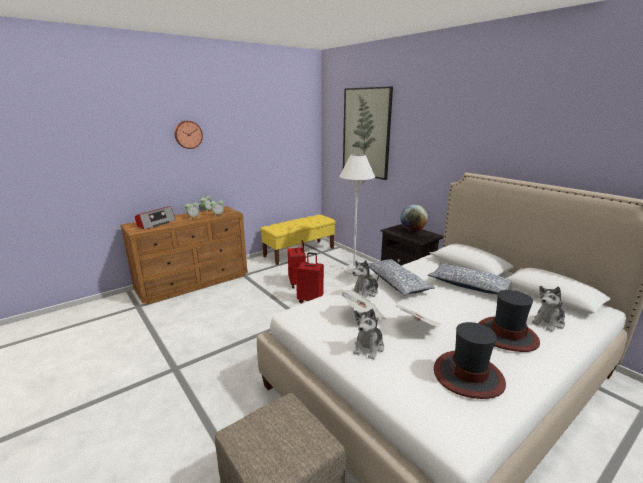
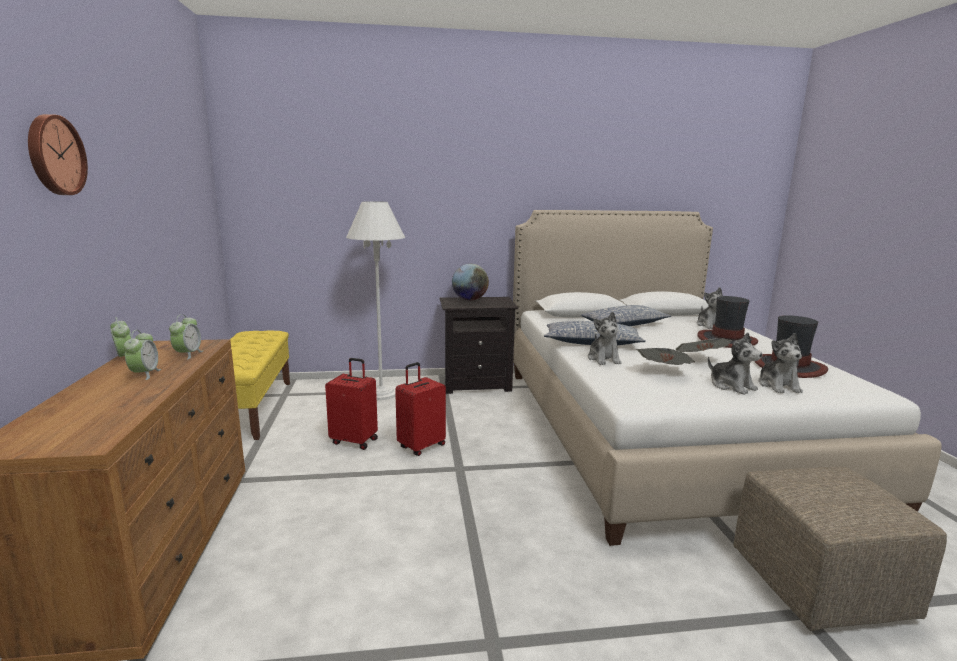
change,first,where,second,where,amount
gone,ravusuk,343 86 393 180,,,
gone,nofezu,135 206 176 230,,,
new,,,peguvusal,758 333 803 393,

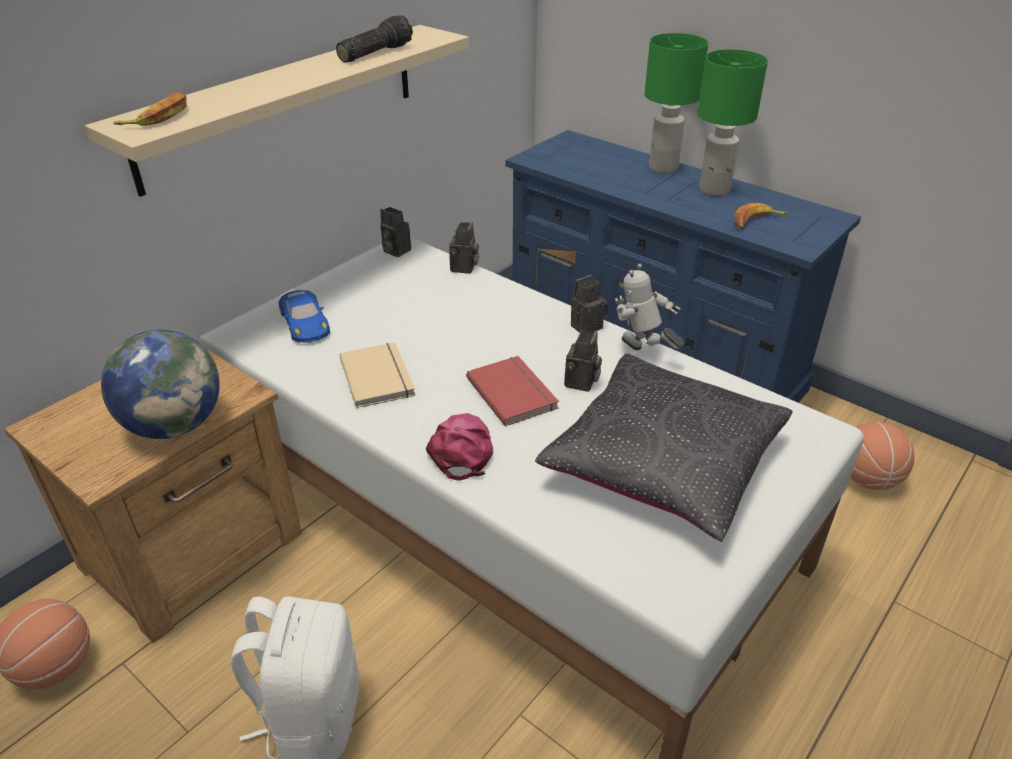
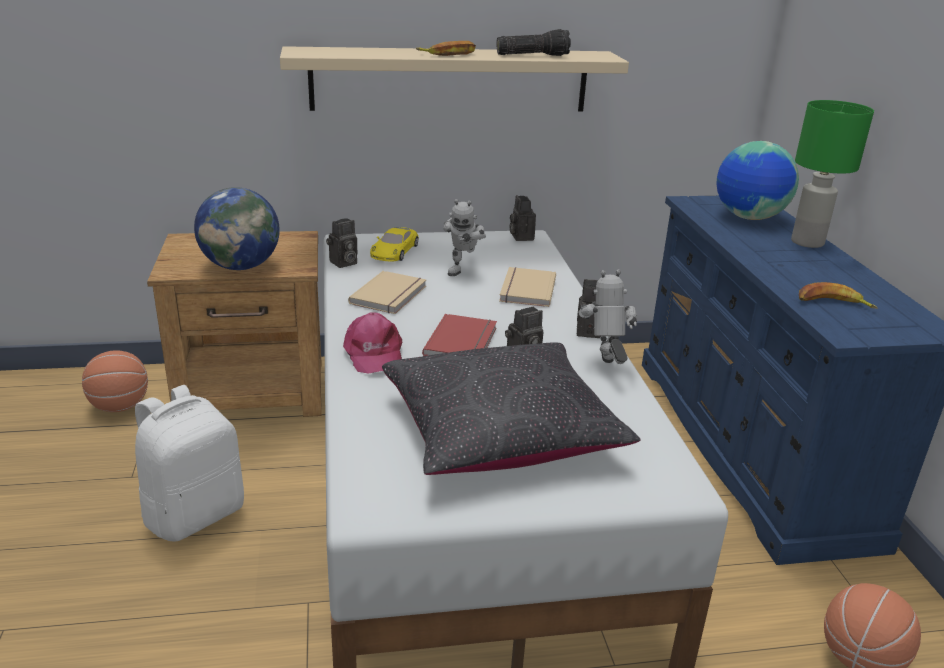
change,first,where,second,where,amount
gone,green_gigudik,697 49 768 196,,,
shifted,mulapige,113 92 187 126,,416 41 476 56,
shifted,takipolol,449 222 479 274,,326 218 357 268,
repainted,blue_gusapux,278 290 330 343,yellow_gusapux,370 227 419 261,
rotated,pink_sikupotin,426 413 493 481,,343 312 402 374,120 degrees clockwise
new,,,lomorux,716 141 799 220,
new,,,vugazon,444 199 486 276,
new,,,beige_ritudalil,499 267 556 307,

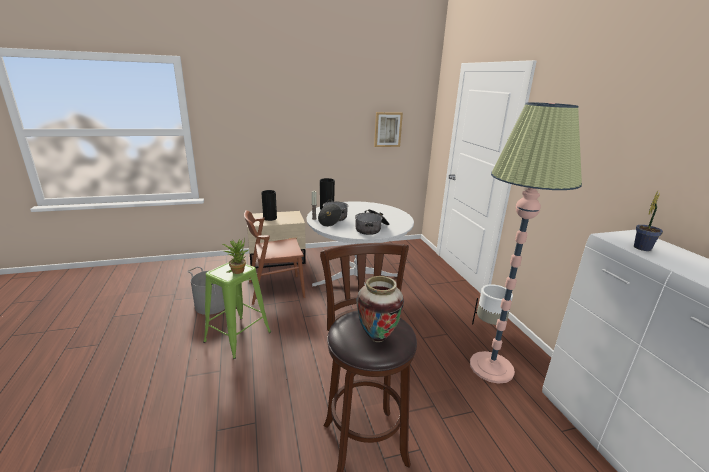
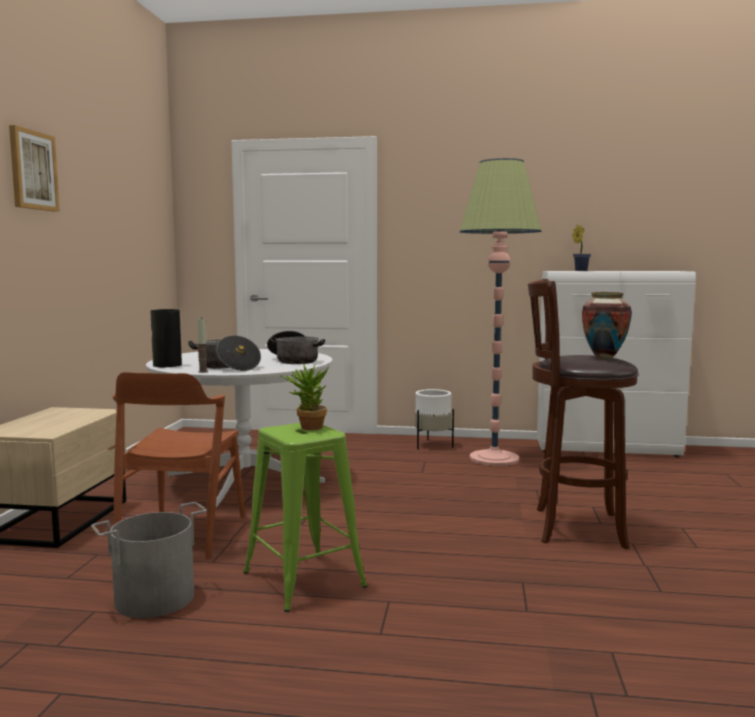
change,first,where,second,where,amount
shifted,ravusuk,374 112 403 147,,9 125 60 212,
gone,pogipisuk,261 190 277 221,,,

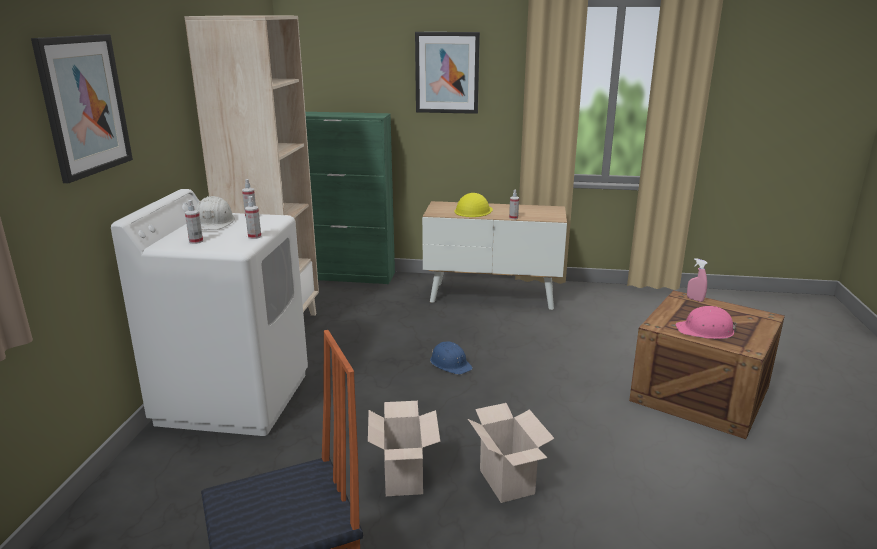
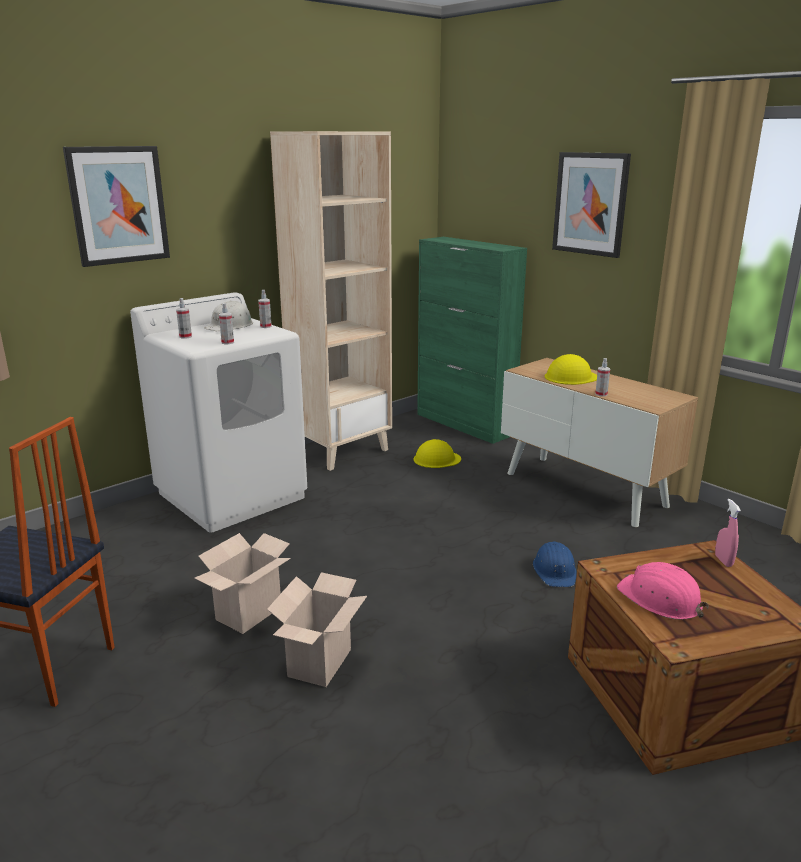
change,first,where,second,where,amount
shifted,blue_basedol,430 341 473 375,,533 541 577 587,
new,,,yellow_basedol,414 439 461 468,

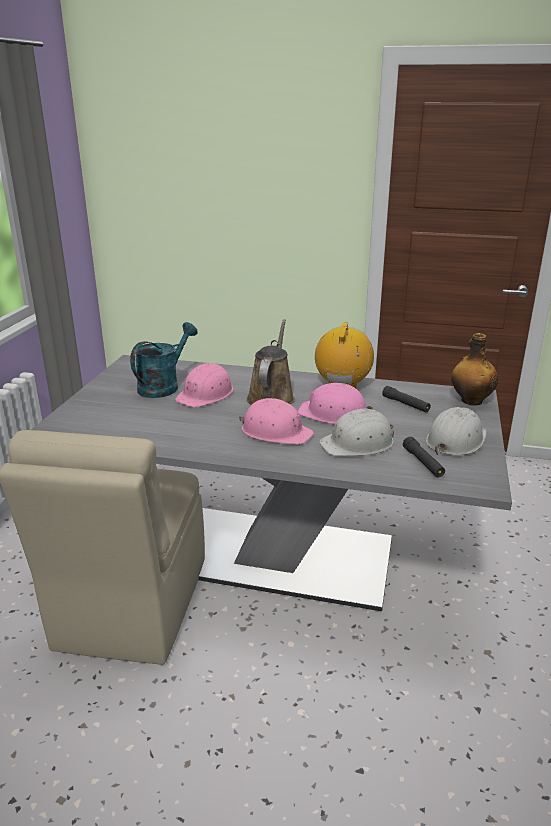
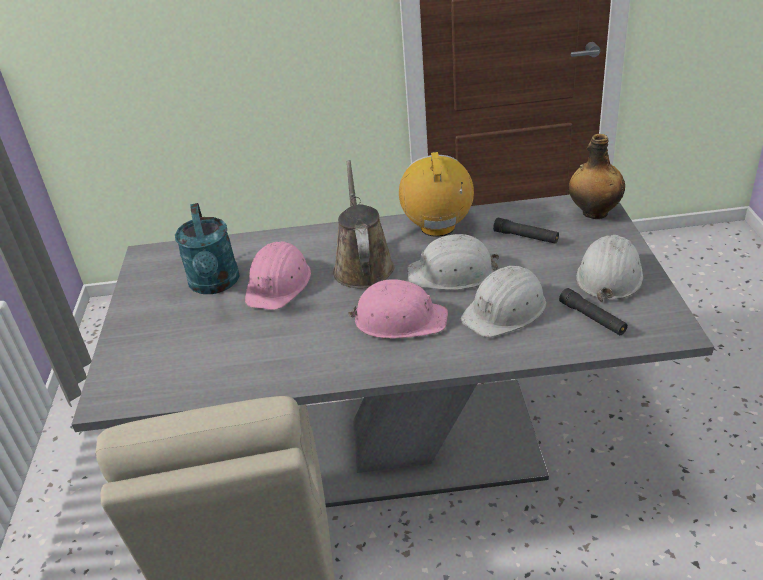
change,first,where,second,where,amount
rotated,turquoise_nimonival,130 322 198 398,,175 203 240 294,150 degrees clockwise
repainted,pink_basedol,298 383 373 424,white_basedol,407 234 499 290,

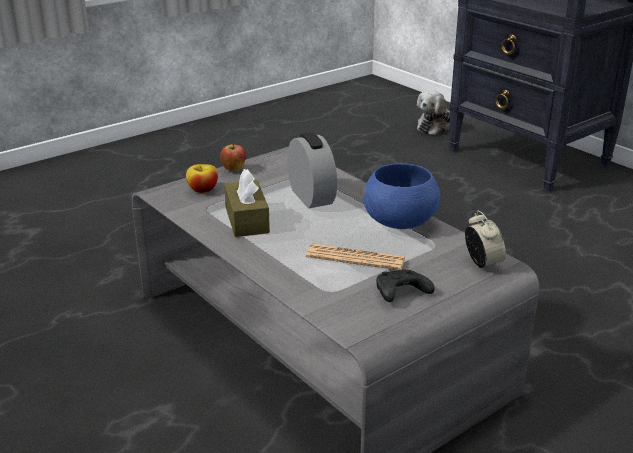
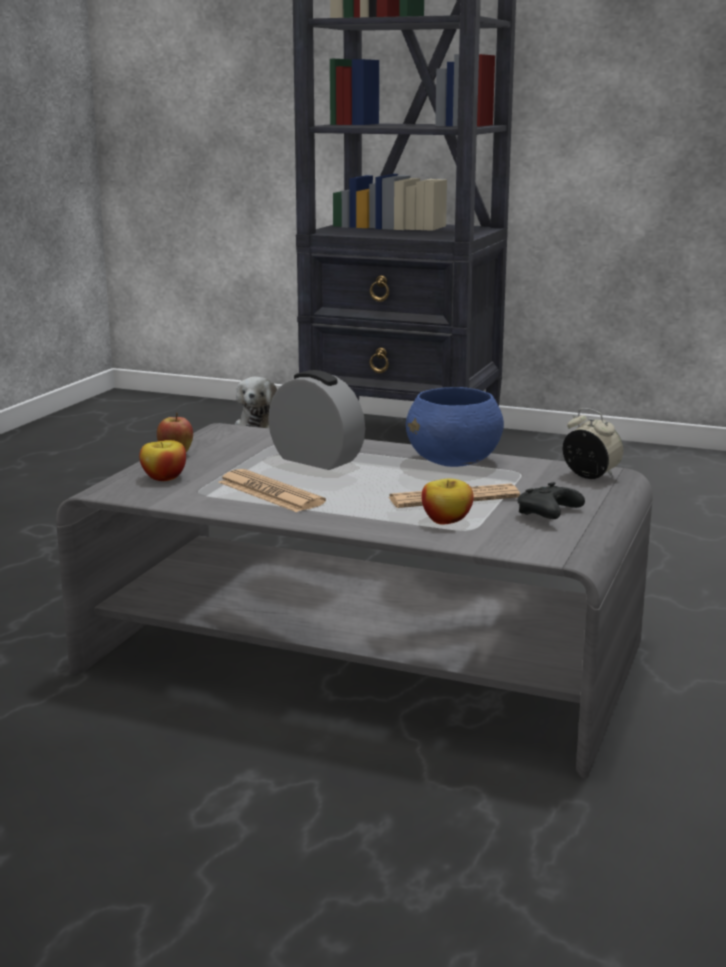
change,first,where,second,where,amount
swapped,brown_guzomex,224 169 270 237,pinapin,218 469 326 512,
new,,,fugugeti,422 479 474 524,

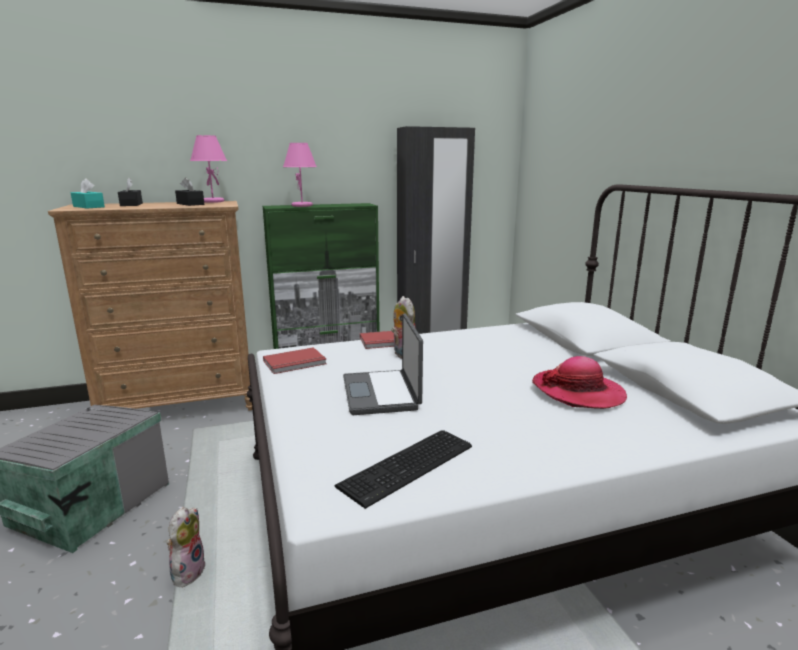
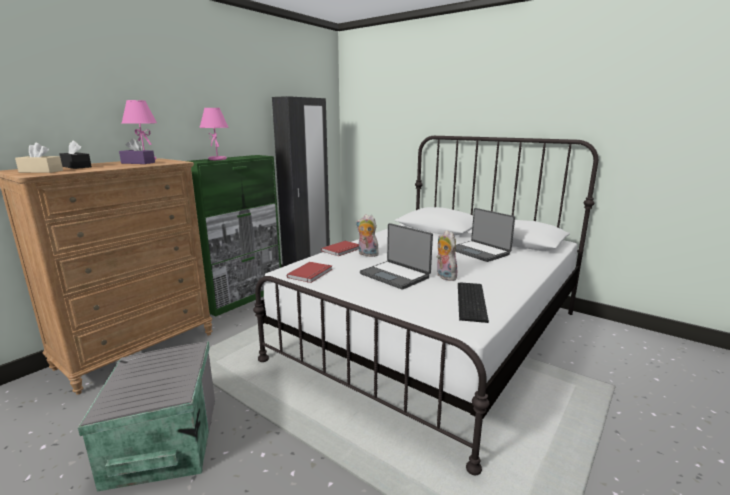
change,first,where,second,where,amount
repainted,black_guzomex,175 177 204 206,purple_guzomex,119 139 155 164,
repainted,turquoise_guzomex,71 178 105 208,beige_guzomex,15 142 63 173,
swapped,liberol,532 356 627 409,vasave,455 208 515 262,
shifted,peguvusal,167 507 205 587,,437 230 457 281,

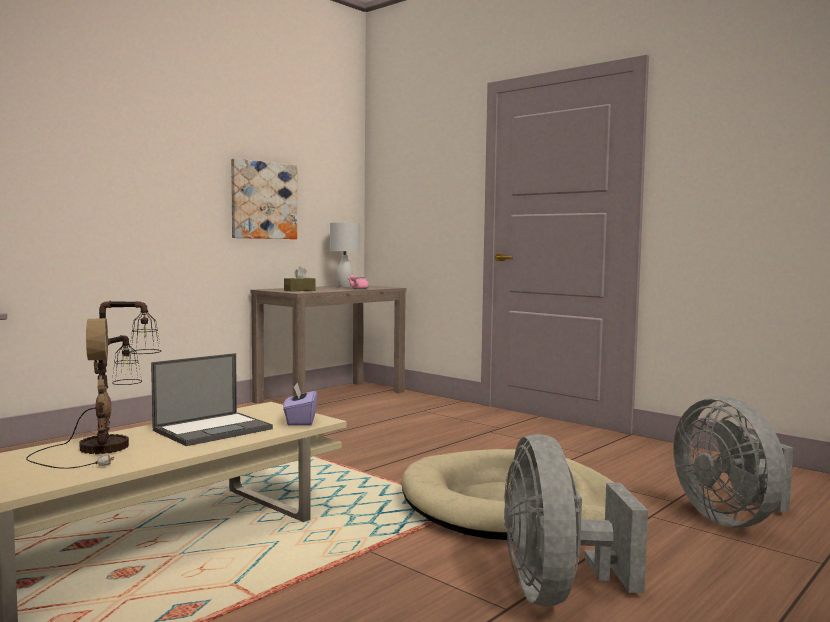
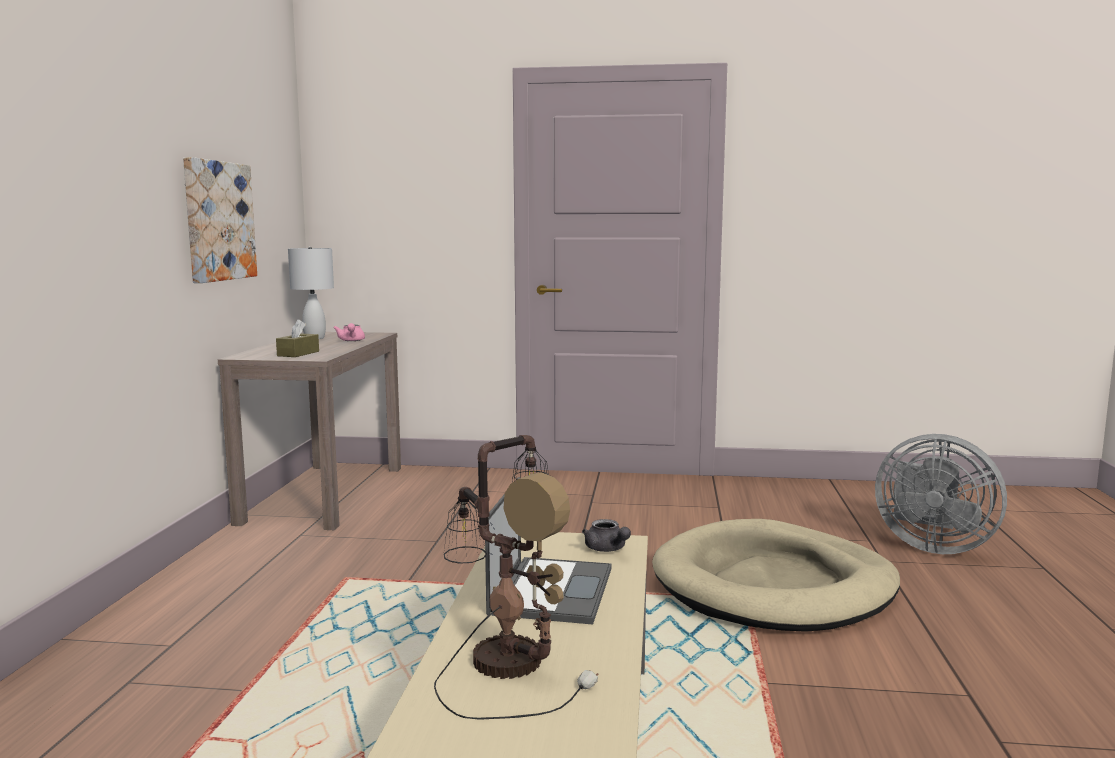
change,first,where,second,where,amount
swapped,purple_guzomex,283 383 317 426,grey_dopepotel,582 519 631 552,
gone,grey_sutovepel,504 434 648 606,,,

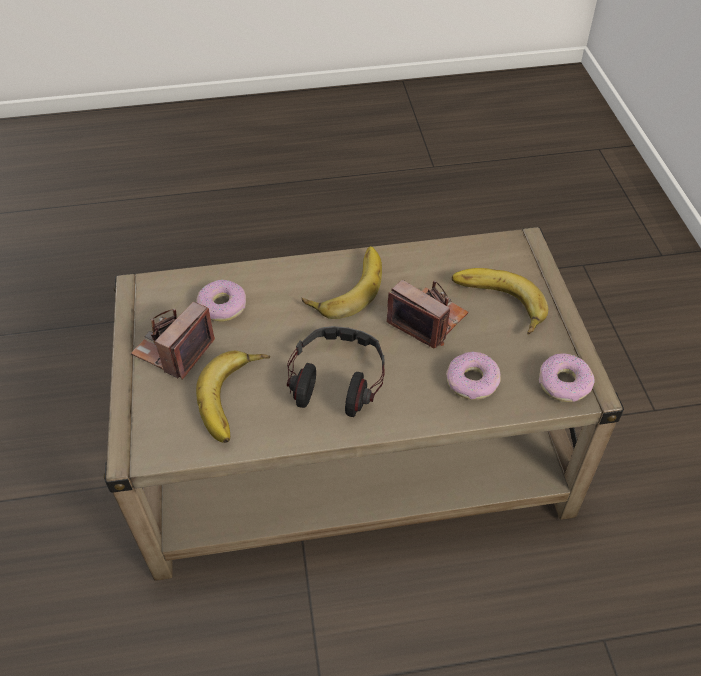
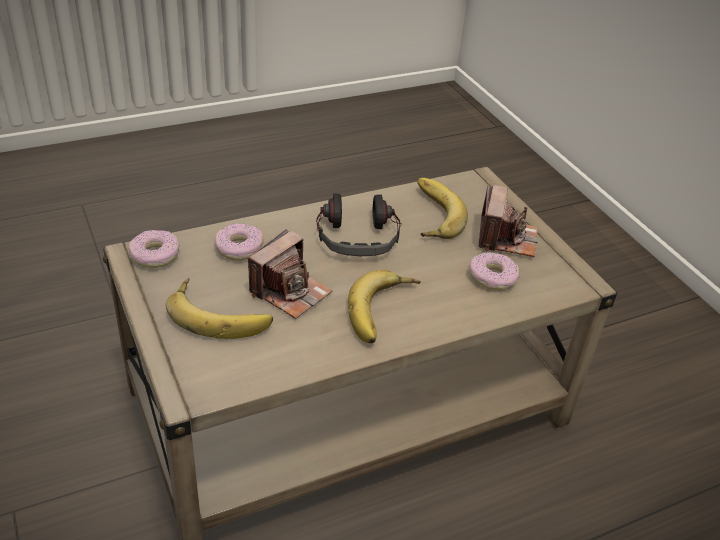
change,first,where,second,where,amount
rotated,takipolol,387 280 469 348,,248 229 333 319,75 degrees counterclockwise

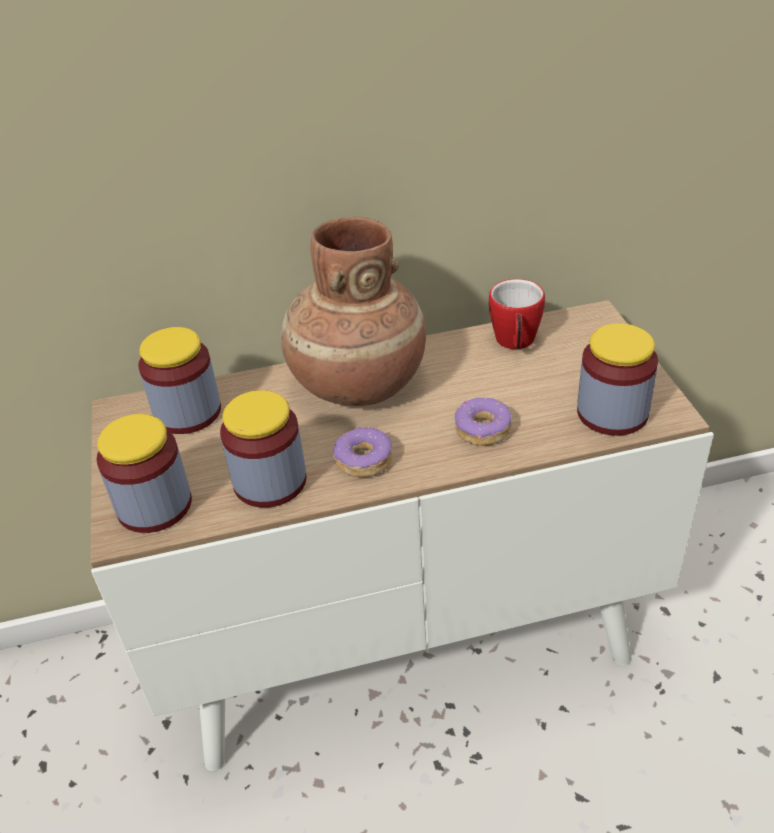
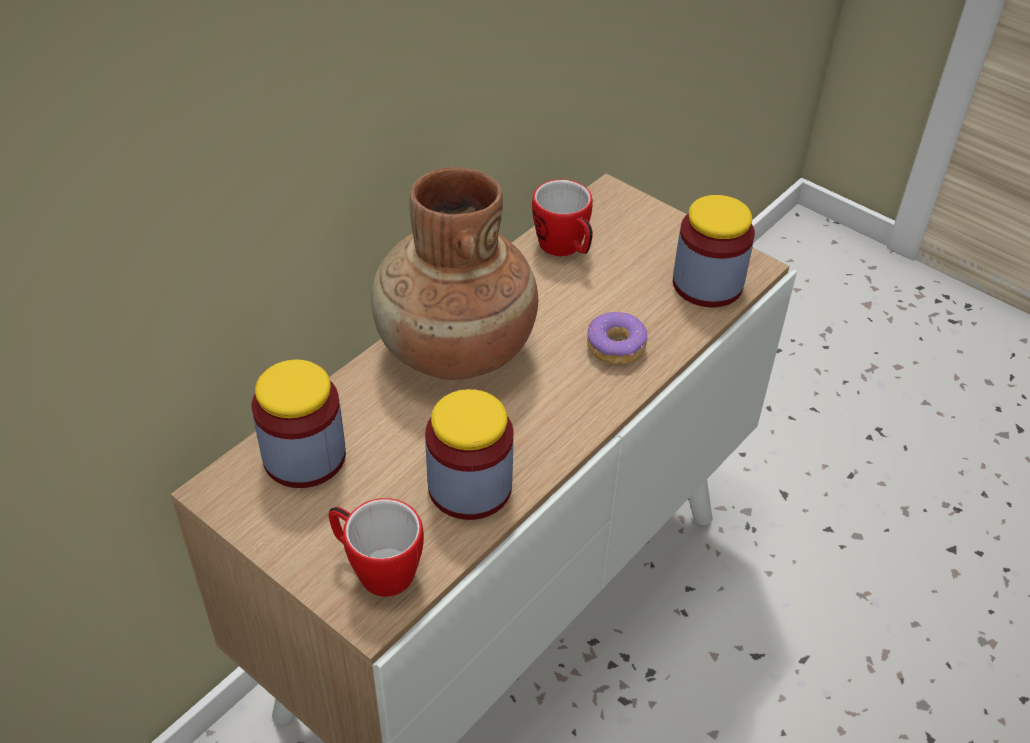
change,first,where,second,where,amount
swapped,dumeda,96 414 192 533,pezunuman,329 498 424 597,
gone,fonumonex,333 426 392 478,,,

